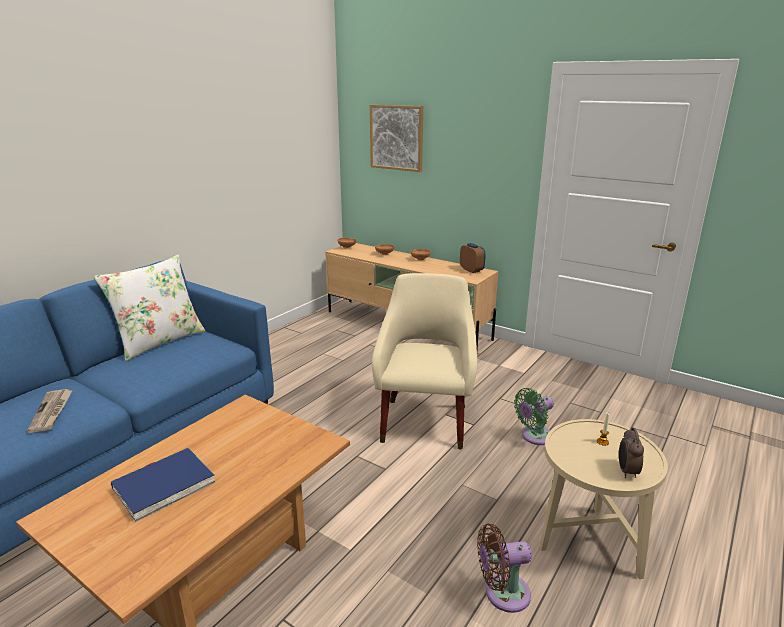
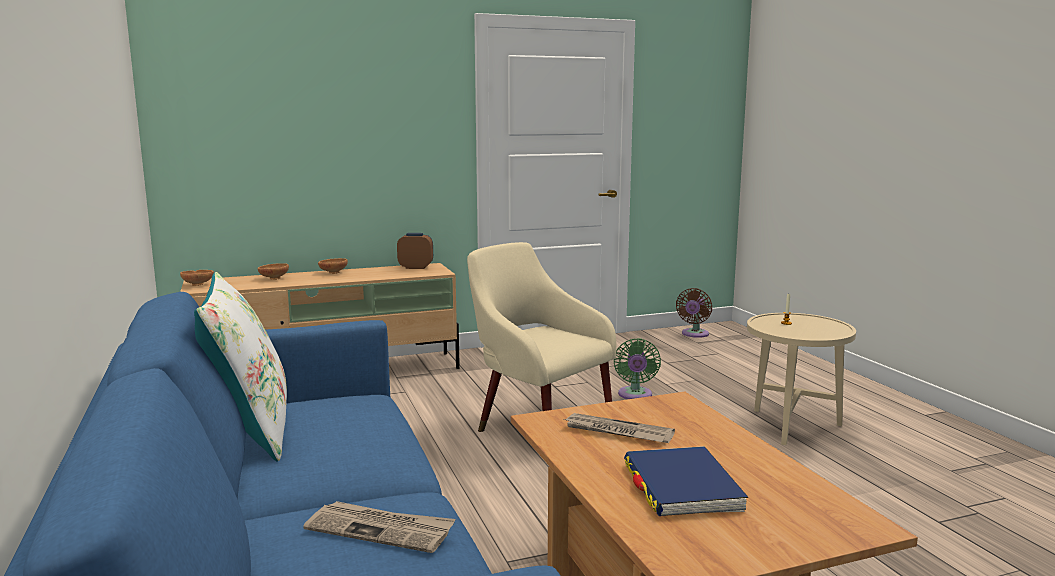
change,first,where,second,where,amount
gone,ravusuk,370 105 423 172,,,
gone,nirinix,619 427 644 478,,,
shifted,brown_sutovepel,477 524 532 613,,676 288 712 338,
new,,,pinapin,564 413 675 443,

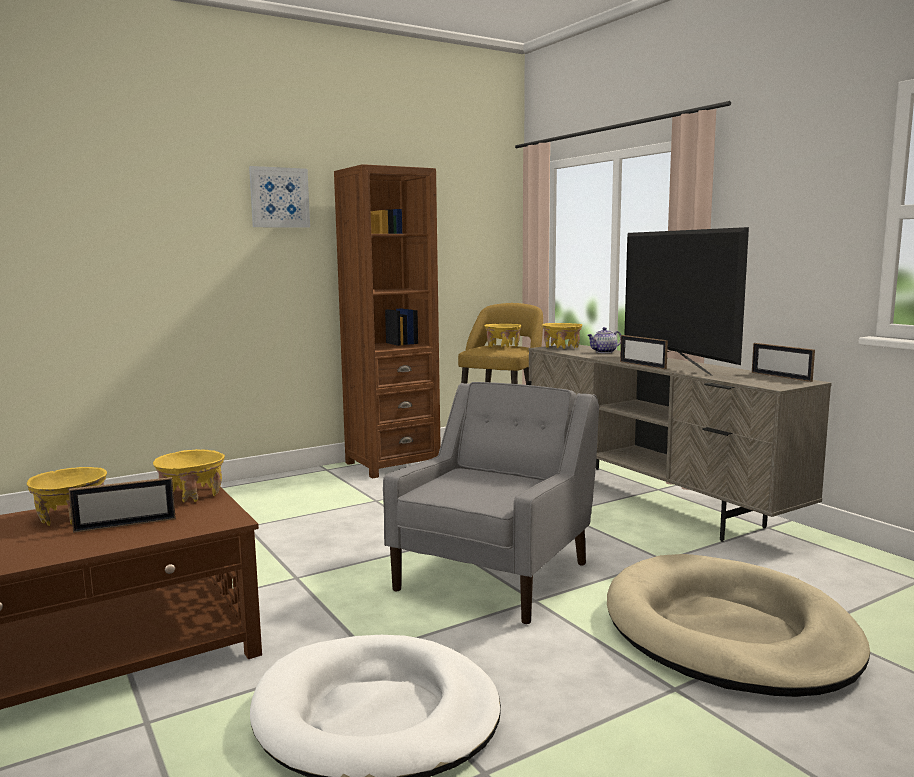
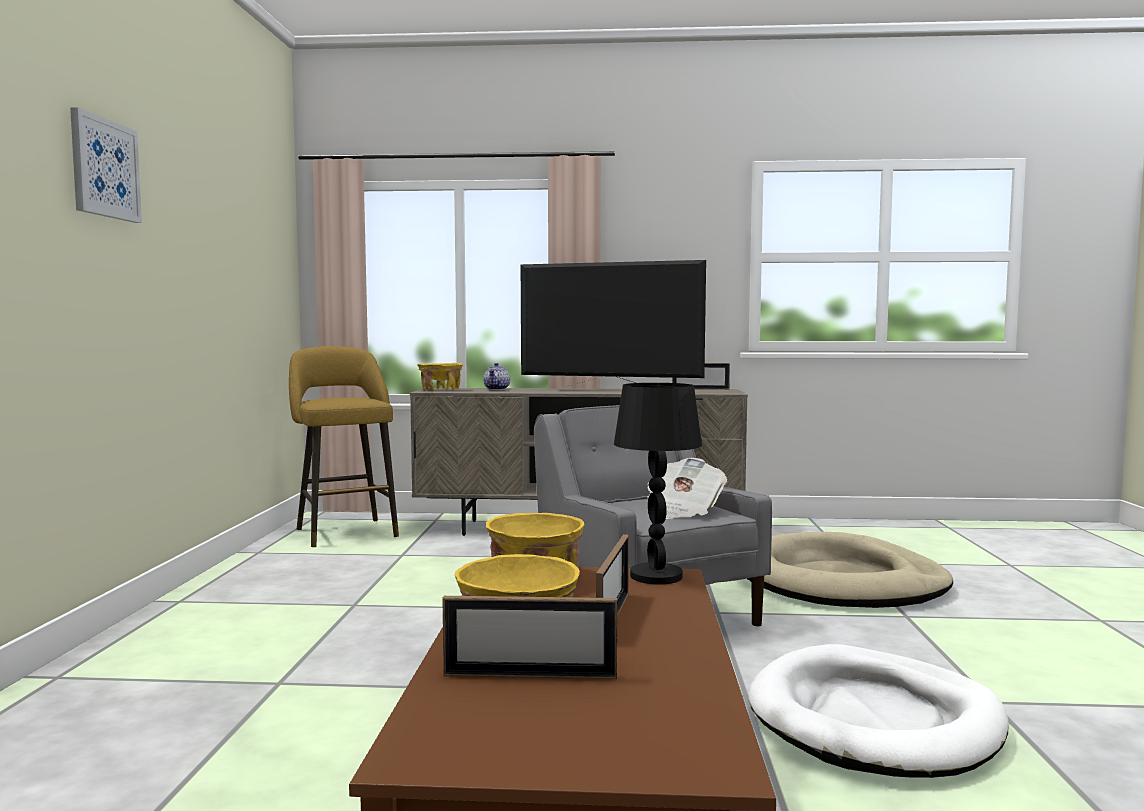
change,first,where,second,where,amount
gone,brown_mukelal,334 164 441 479,,,
gone,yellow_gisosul,484 324 521 347,,,
shifted,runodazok,620 335 668 369,,442 596 617 679,
new,,,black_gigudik,614 383 702 584,
new,,,pinapin,647 458 727 519,

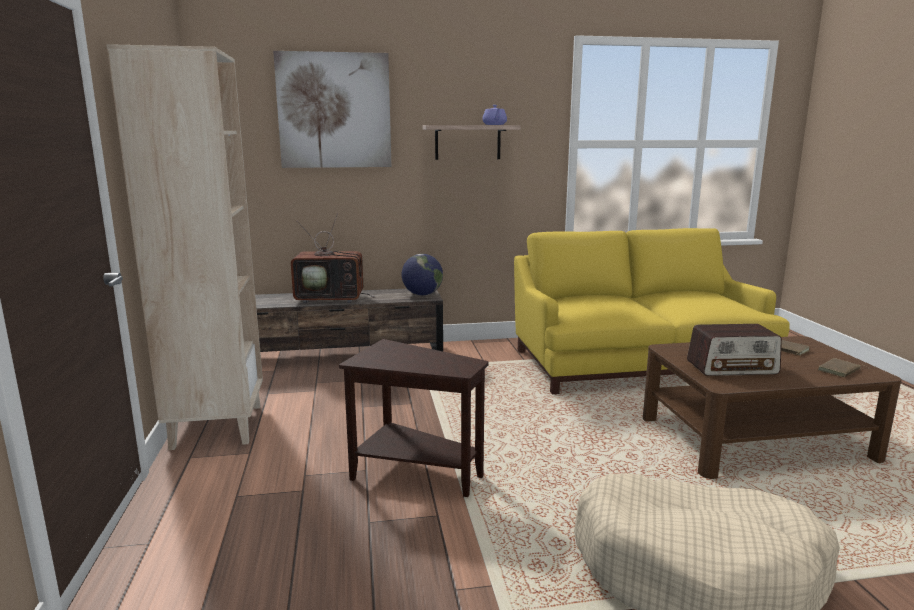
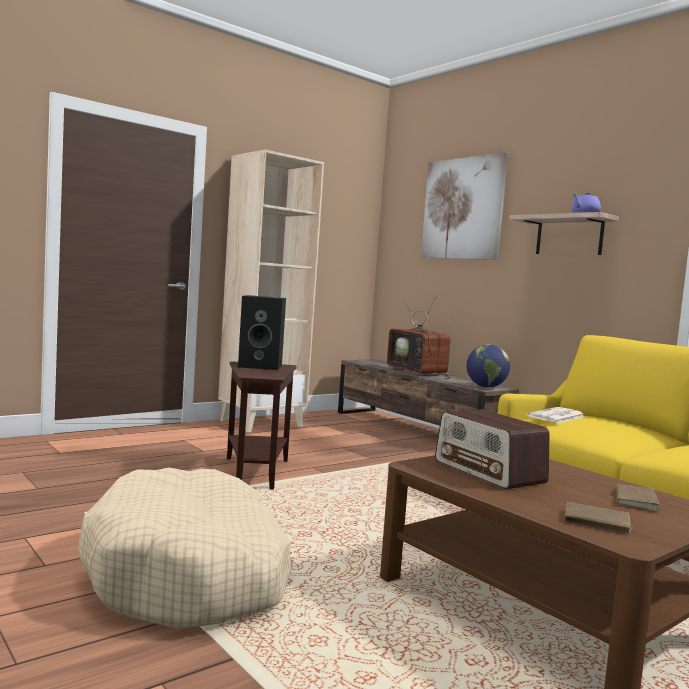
change,first,where,second,where,amount
new,,,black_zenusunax,238 295 286 370,
new,,,pinapin,526 407 586 423,

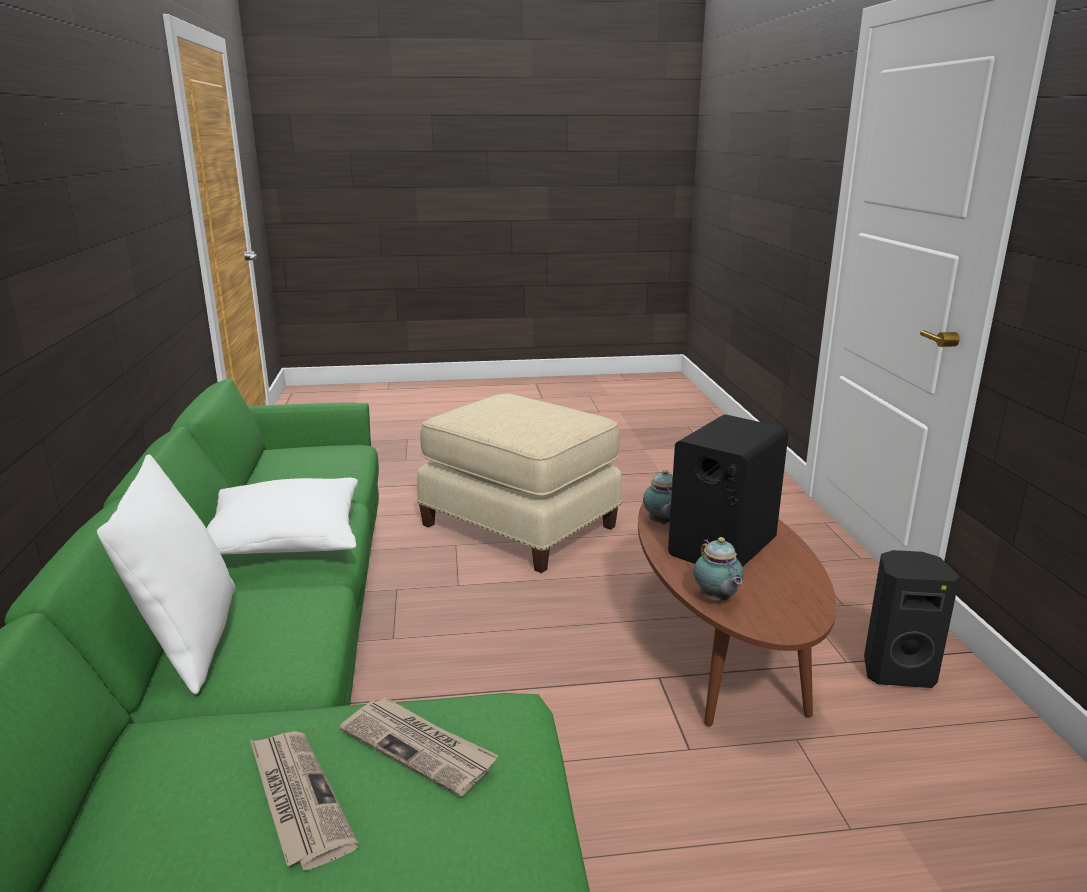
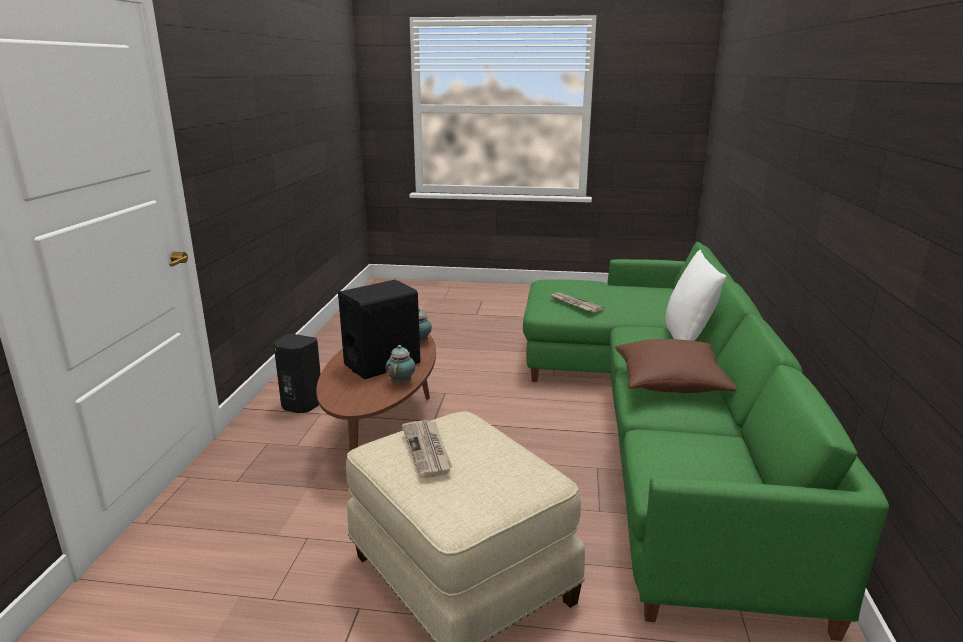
change,first,where,second,where,amount
repainted,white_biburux,207 478 358 554,brown_biburux,615 339 737 393,
shifted,pinapin,250 731 359 870,,402 420 452 478,

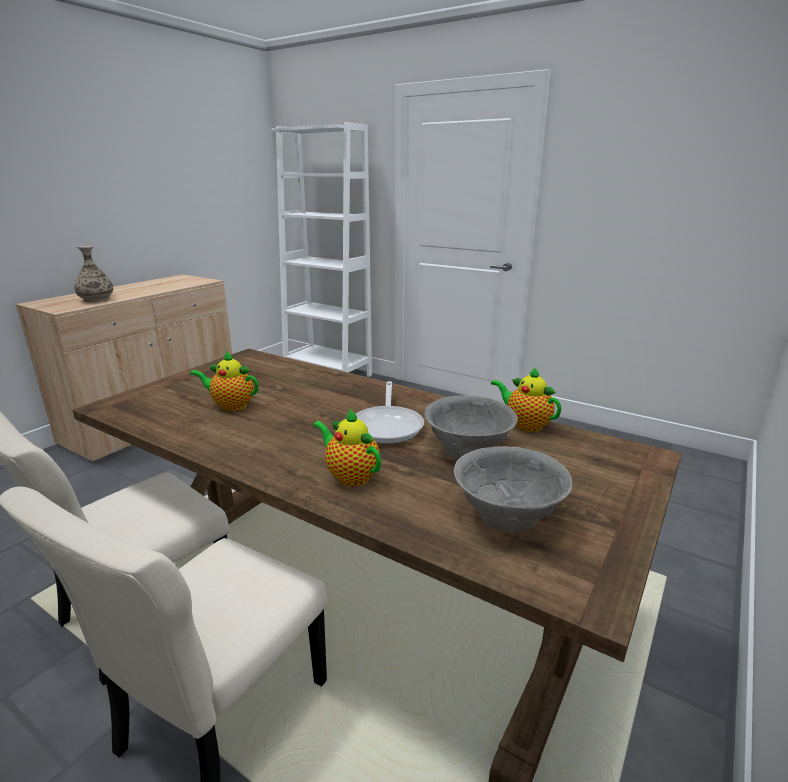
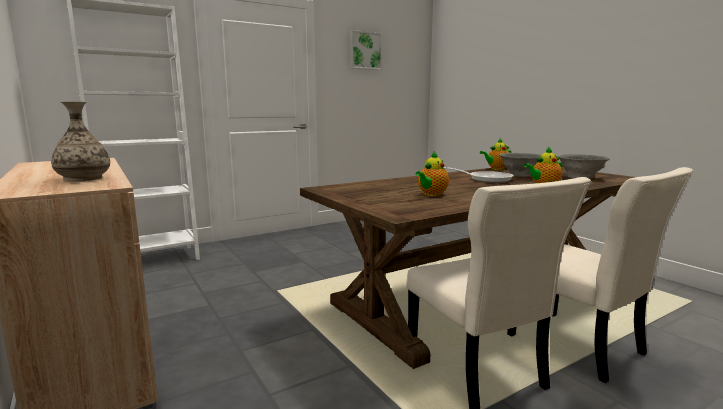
change,first,where,second,where,amount
new,,,ravusuk,350 30 382 70,

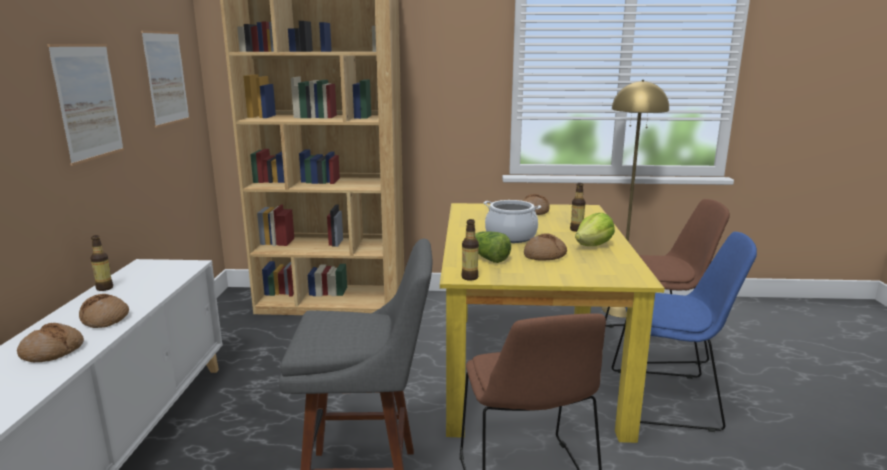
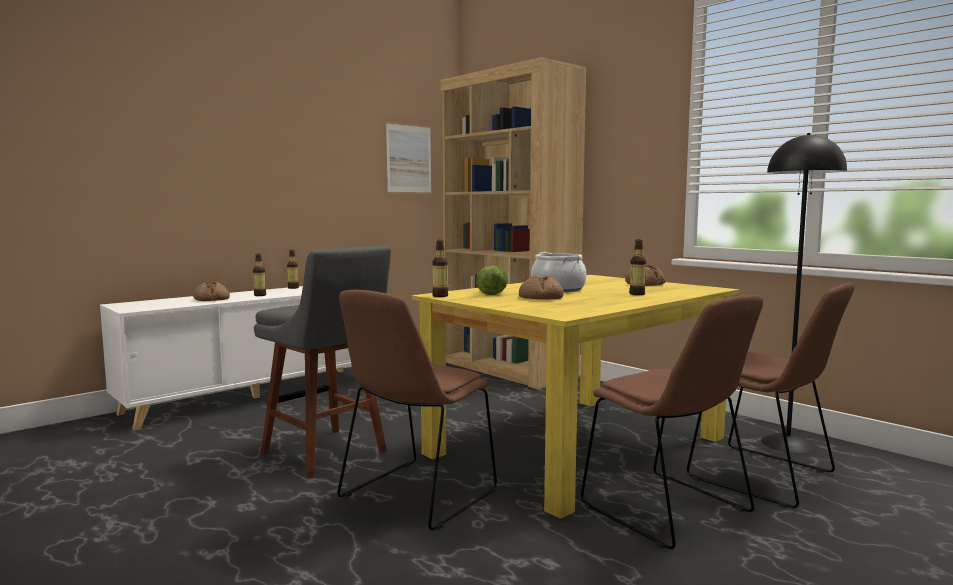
change,first,where,second,where,amount
gone,ravusuk,47 44 124 166,,,
repainted,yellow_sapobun,602 80 669 318,black_sapobun,761 133 847 453,
gone,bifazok,575 213 615 246,,,
repainted,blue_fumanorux,612 232 757 432,brown_fumanorux,581 295 763 549,
swapped,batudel,79 294 129 328,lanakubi,253 253 266 296,

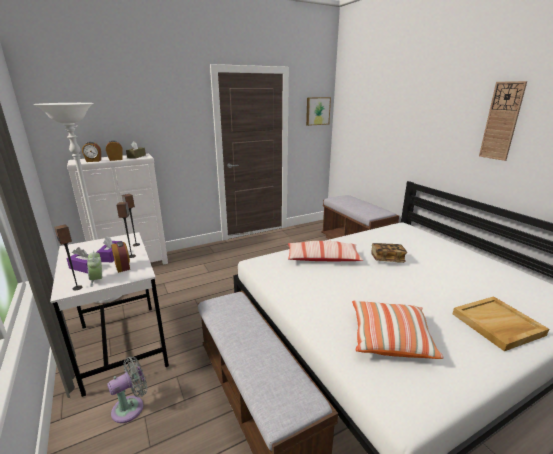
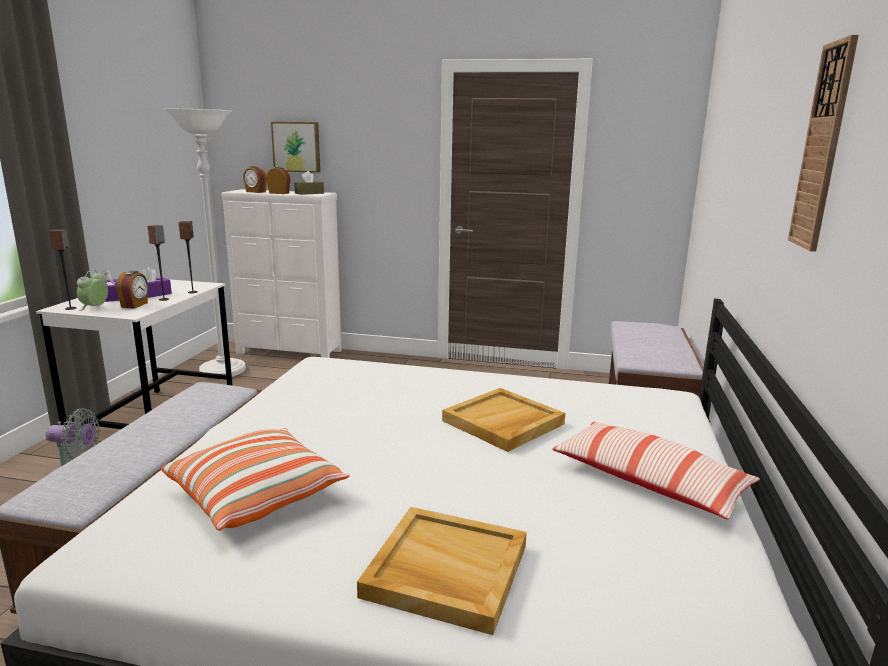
change,first,where,second,where,amount
shifted,ravusuk,306 97 331 126,,271 122 320 173,
shifted,biburux,288 241 363 261,,552 422 760 519,
swapped,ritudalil,372 243 407 263,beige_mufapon,442 388 565 452,

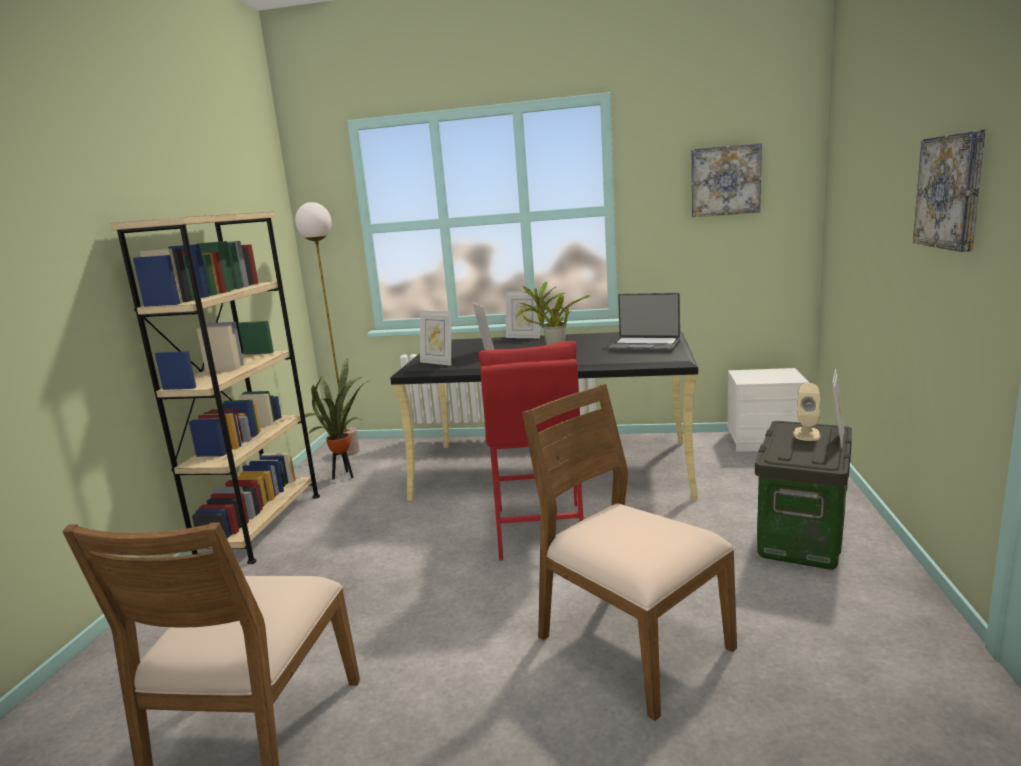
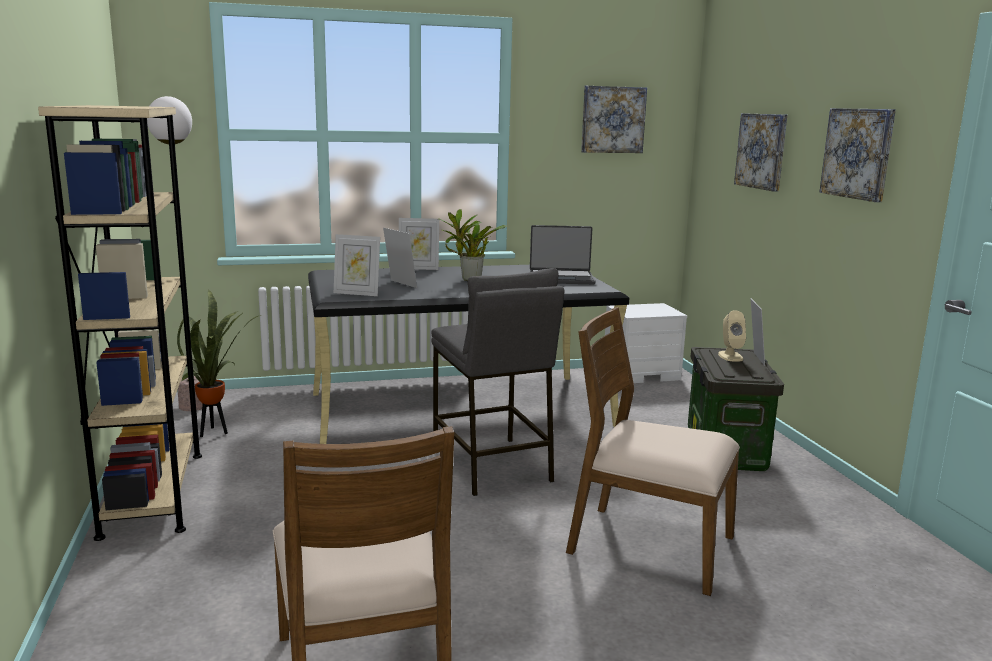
change,first,where,second,where,amount
repainted,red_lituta,478 341 584 560,grey_lituta,431 268 564 496,
new,,,ravusuk,734 113 787 191,

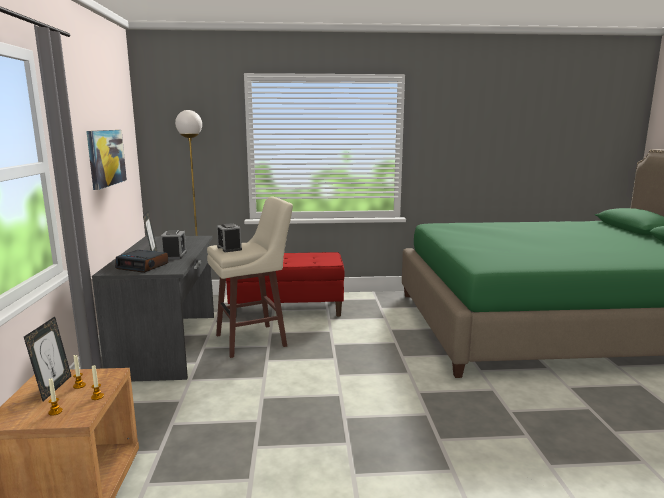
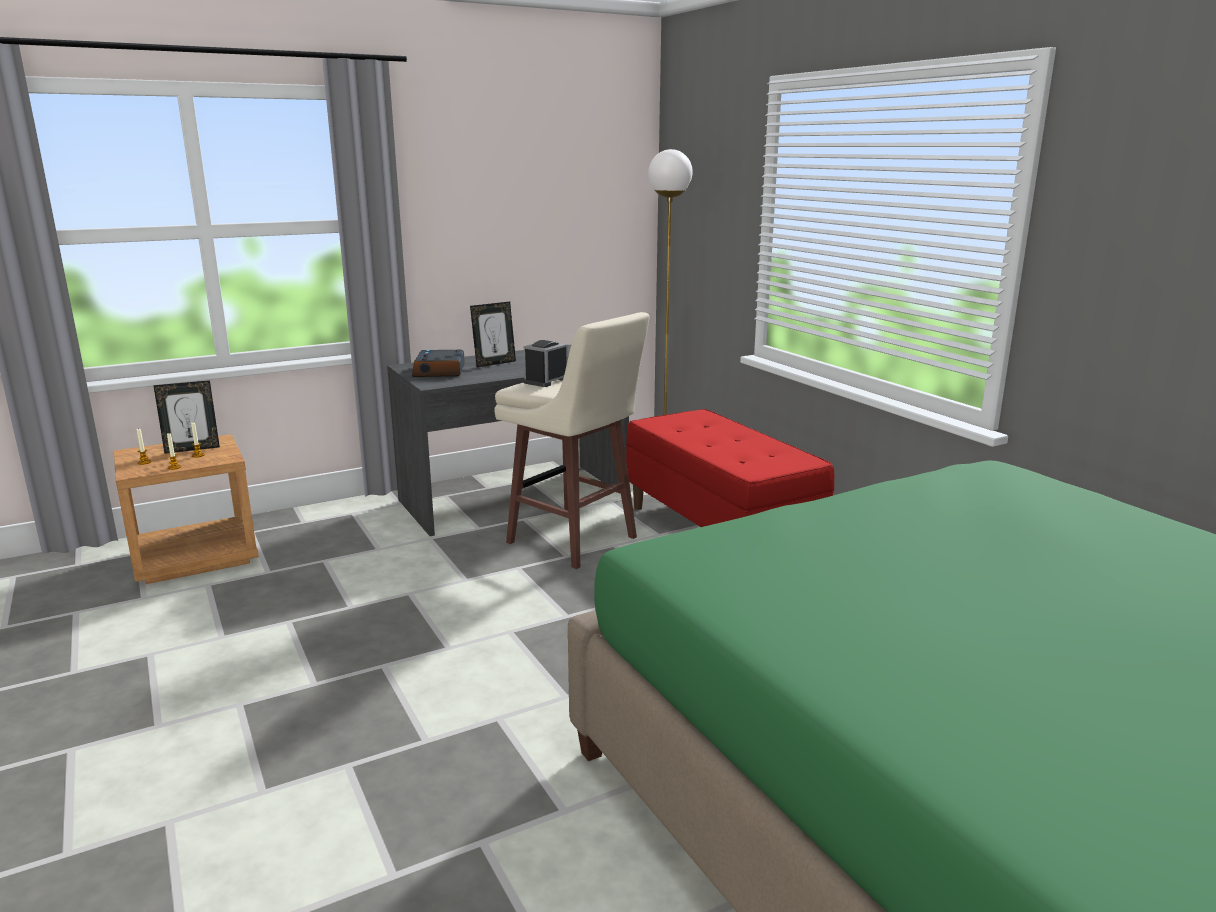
change,first,where,second,where,amount
gone,ravusuk,86 130 127 190,,,
gone,nirinix,161 230 187 259,,,

